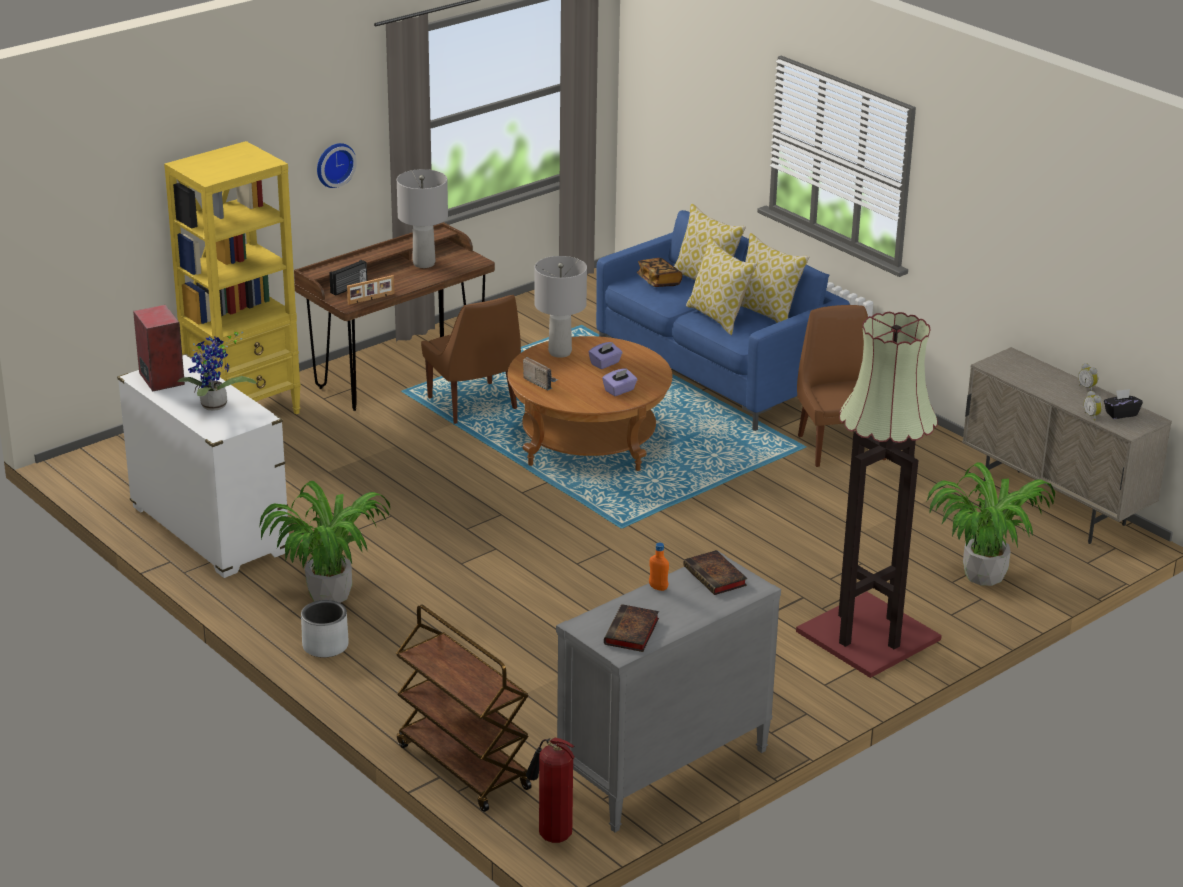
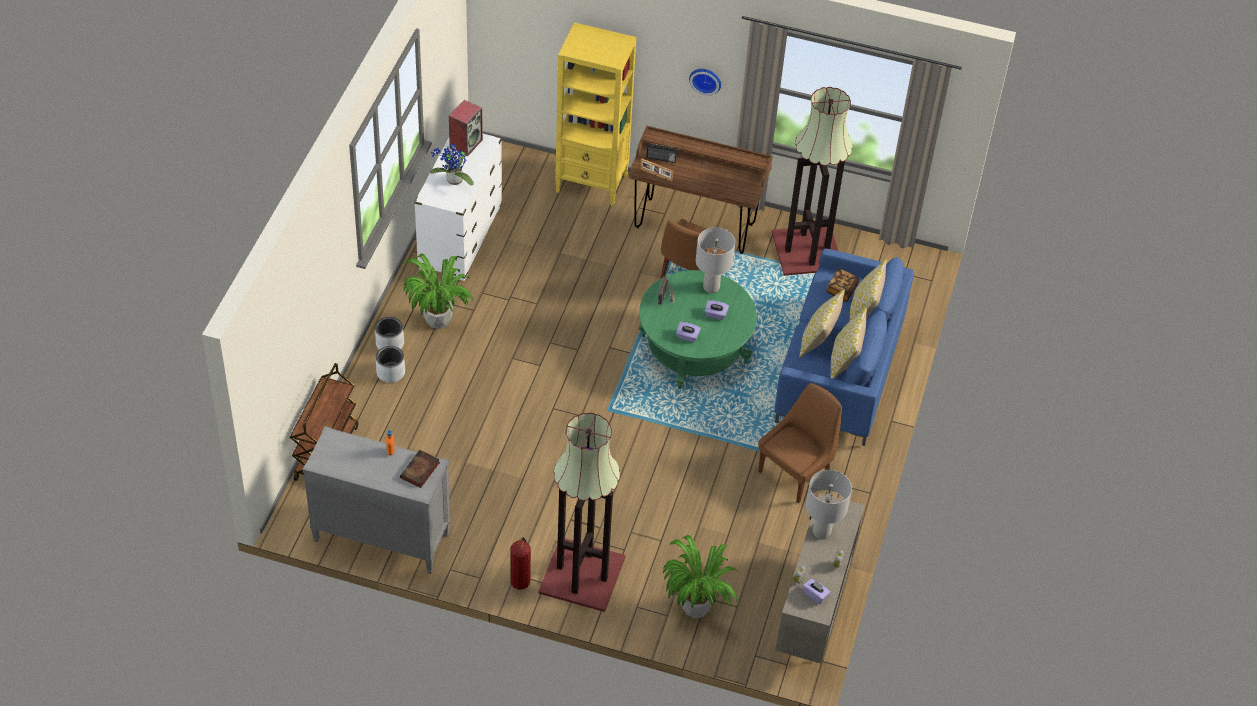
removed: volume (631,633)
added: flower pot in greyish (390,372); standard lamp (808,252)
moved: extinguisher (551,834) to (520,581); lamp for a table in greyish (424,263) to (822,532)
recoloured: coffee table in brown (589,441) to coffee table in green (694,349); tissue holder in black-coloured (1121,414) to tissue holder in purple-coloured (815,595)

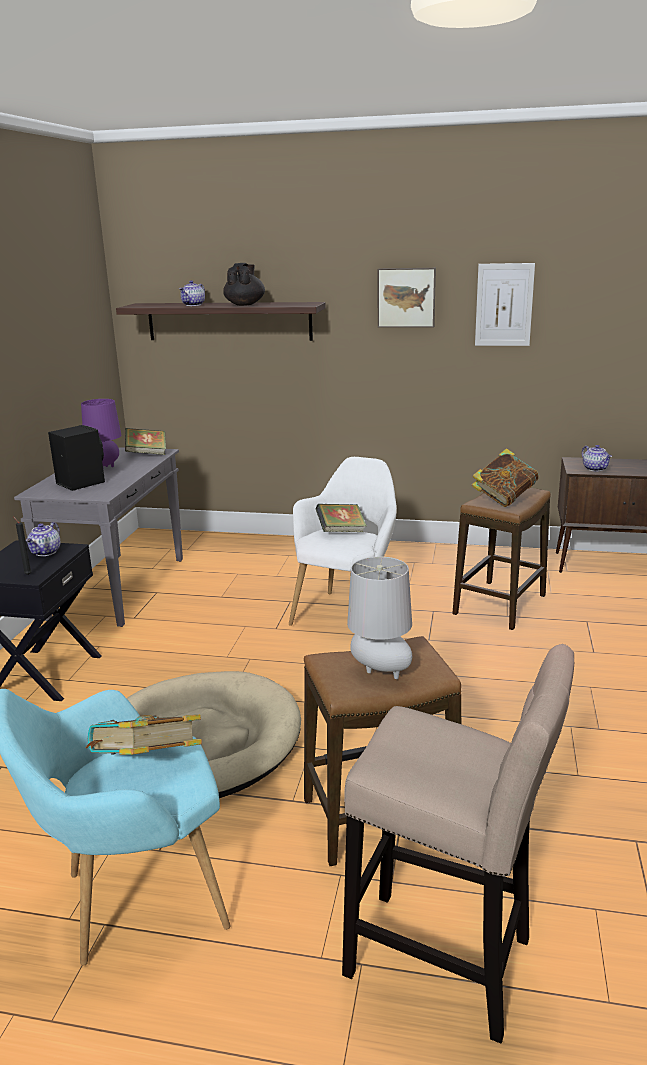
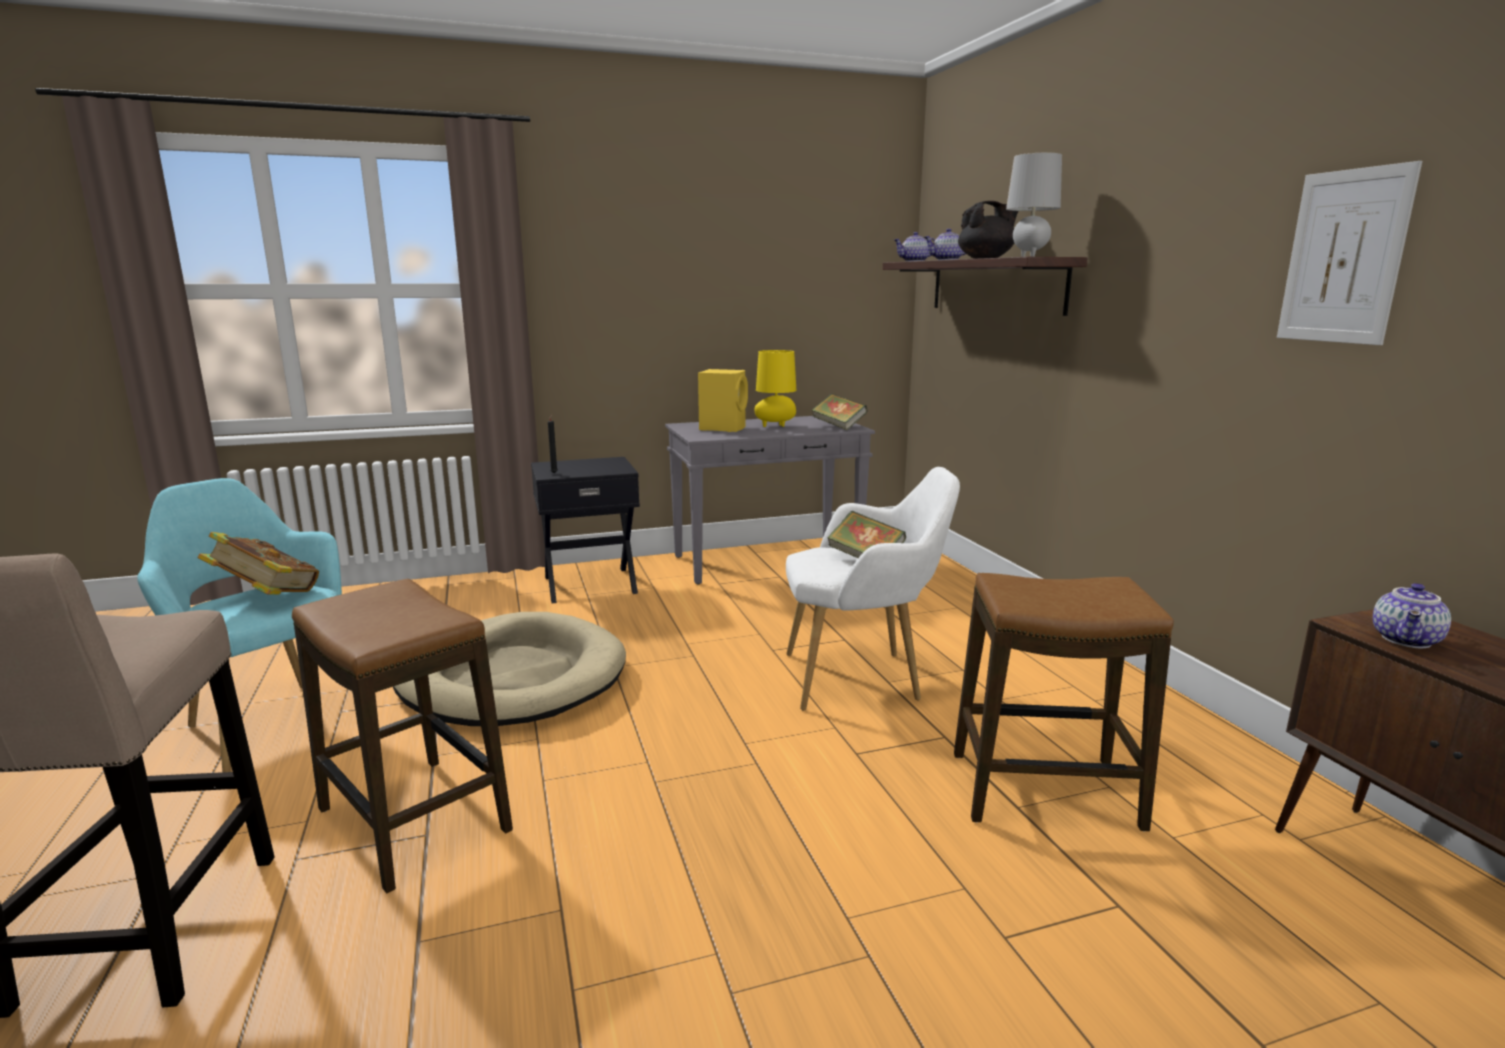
removed: wall art (406,297); volume (504,499)
moved: tea pot (46,552) to (914,261); lamp for a table in greyish (379,673) to (1028,257)
recoloured: loudspeaker in black-coloured (80,483) to loudspeaker in yellowish (723,428); lamp for a table in purple-coloured (106,468) to lamp for a table in yellowish (775,426)

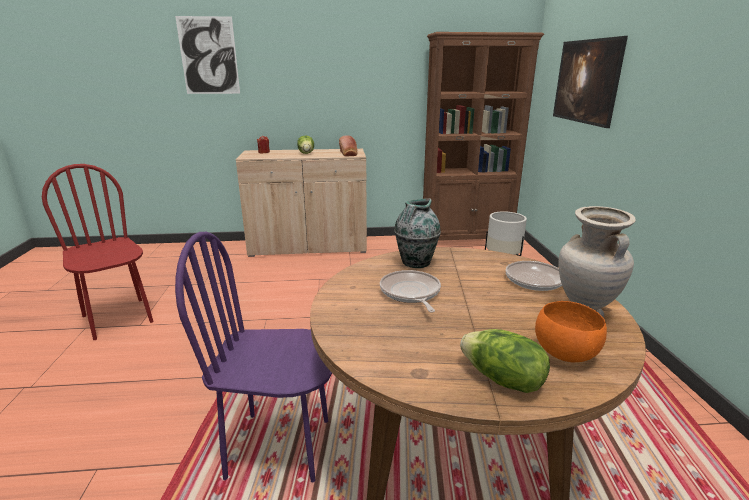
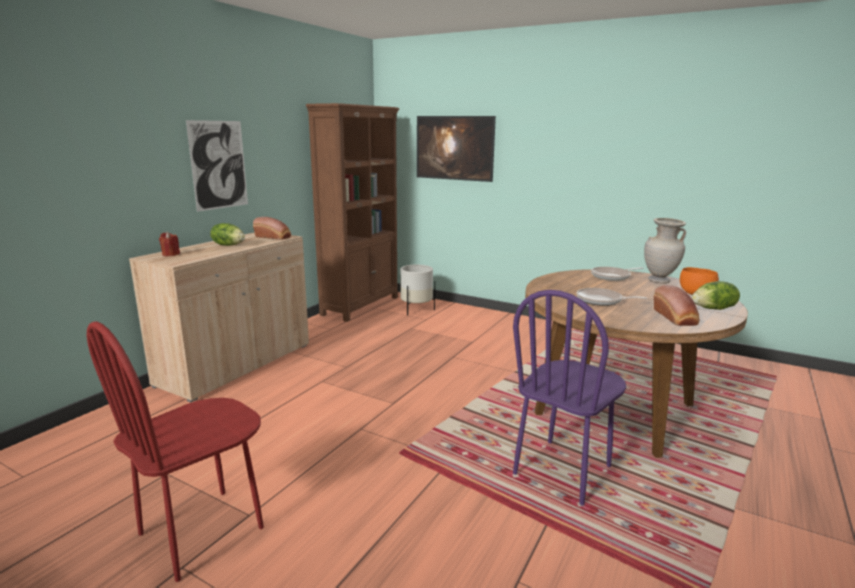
removed: flower vase (415,263)
added: bakery bread (675,318)
moved: wall art (208,56) to (219,165)
turned: upright chair in reddish (118,318) = (202,531) 45 degrees counterclockwise

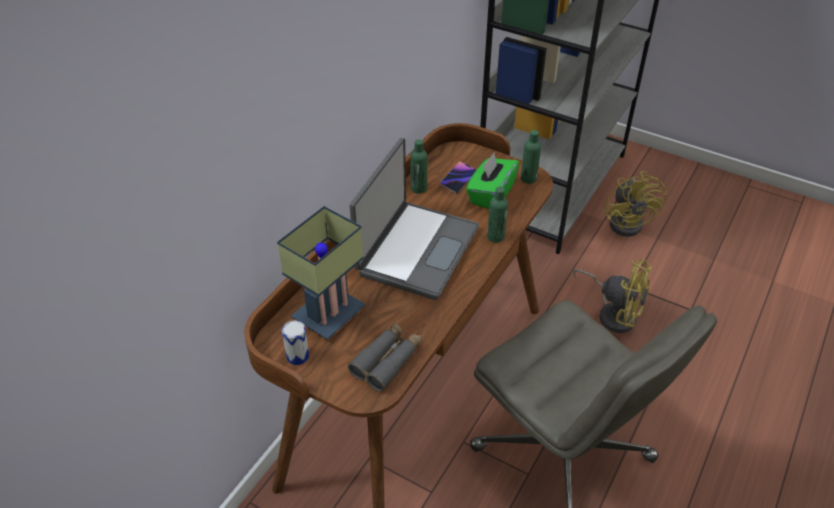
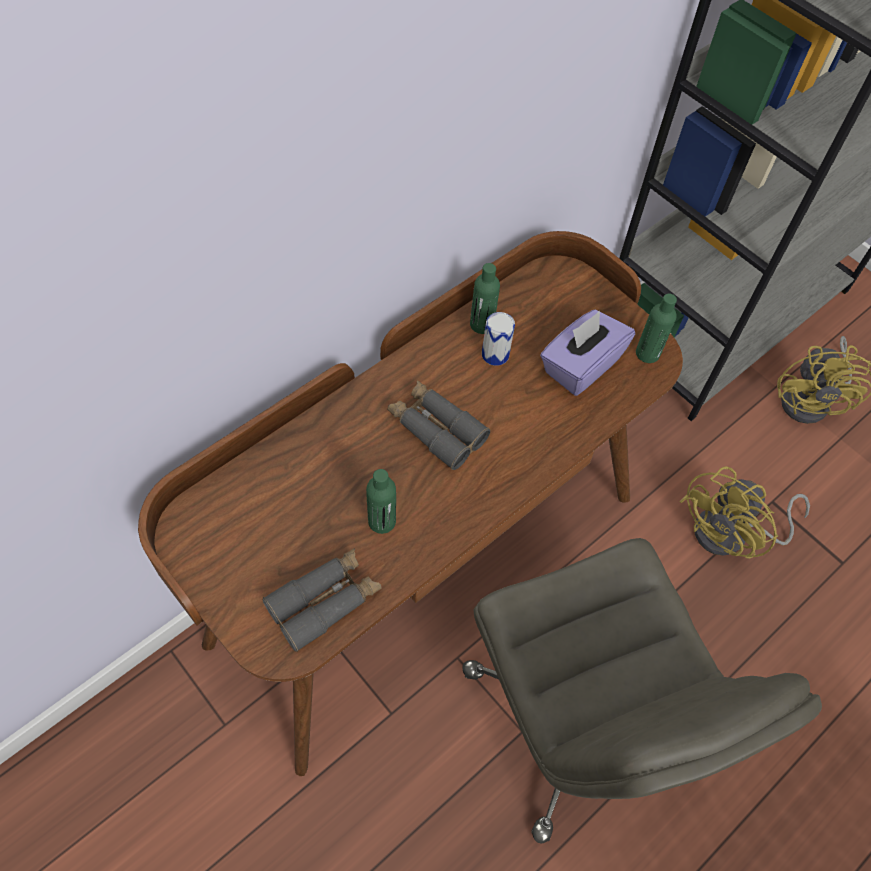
removed: lamp for a table (329,318); handset (458,179)
moved: beverage bottle in green (495,236) to (382,521); metal can (298,356) to (495,354)
replaced: notebook computer (416,250) to pair of binoculars in greyish (436,429)
recoloured: tissue holder in green (491,195) to tissue holder in purple-coloured (580,366)
turned: electric fan in yellowish (613,313) = (730,535) 90 degrees clockwise

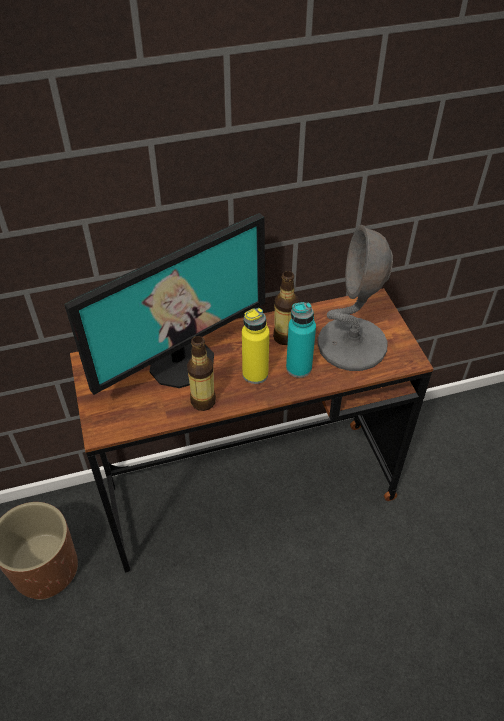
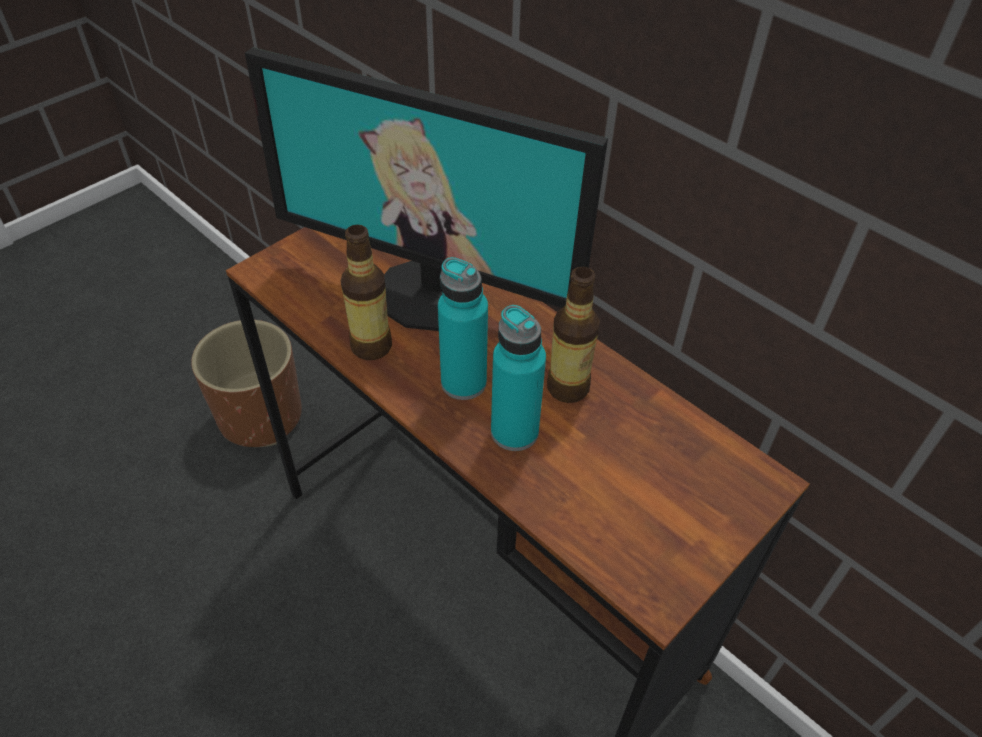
removed: lamp for a table in greyish (352,345)
recoloured: beverage bottle in yellowish (255,374) to beverage bottle in turquoise-coloured (463,382)

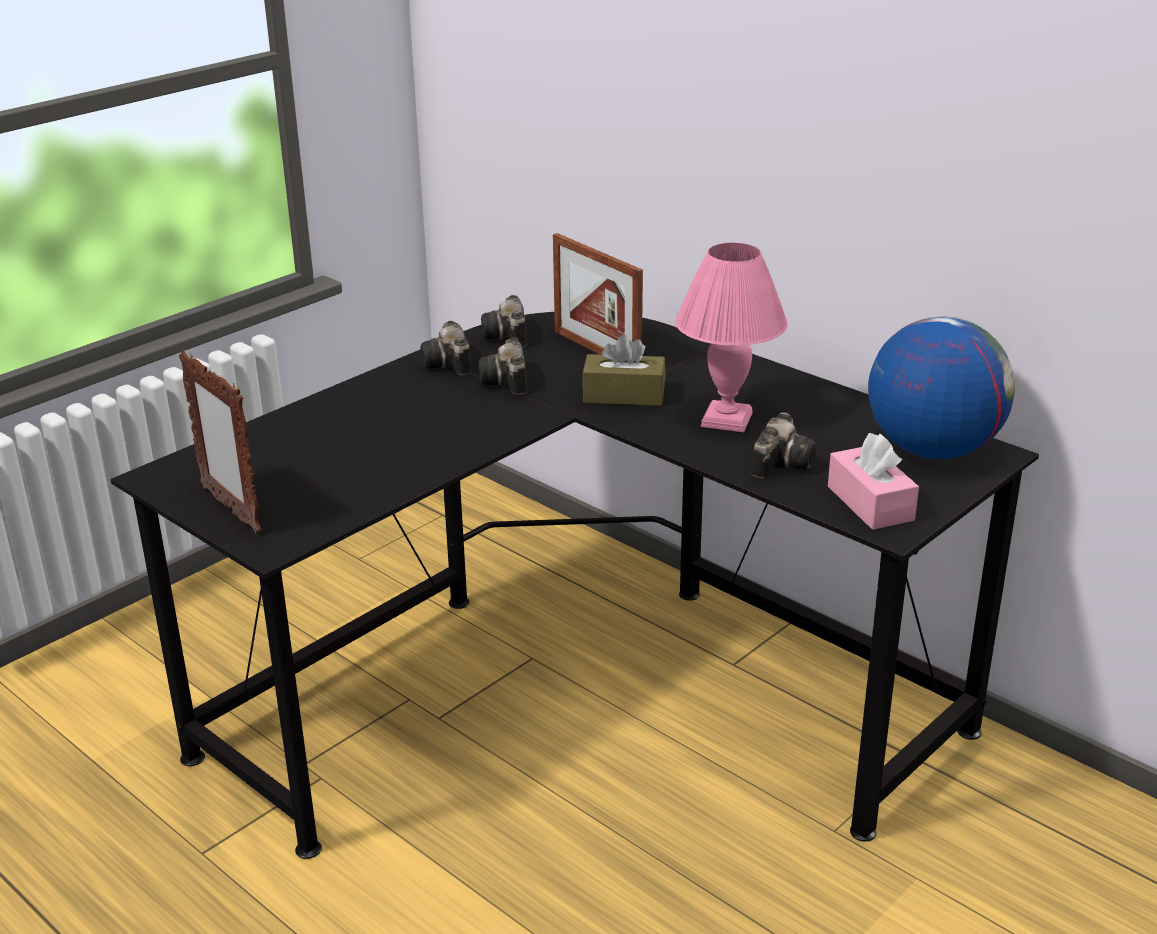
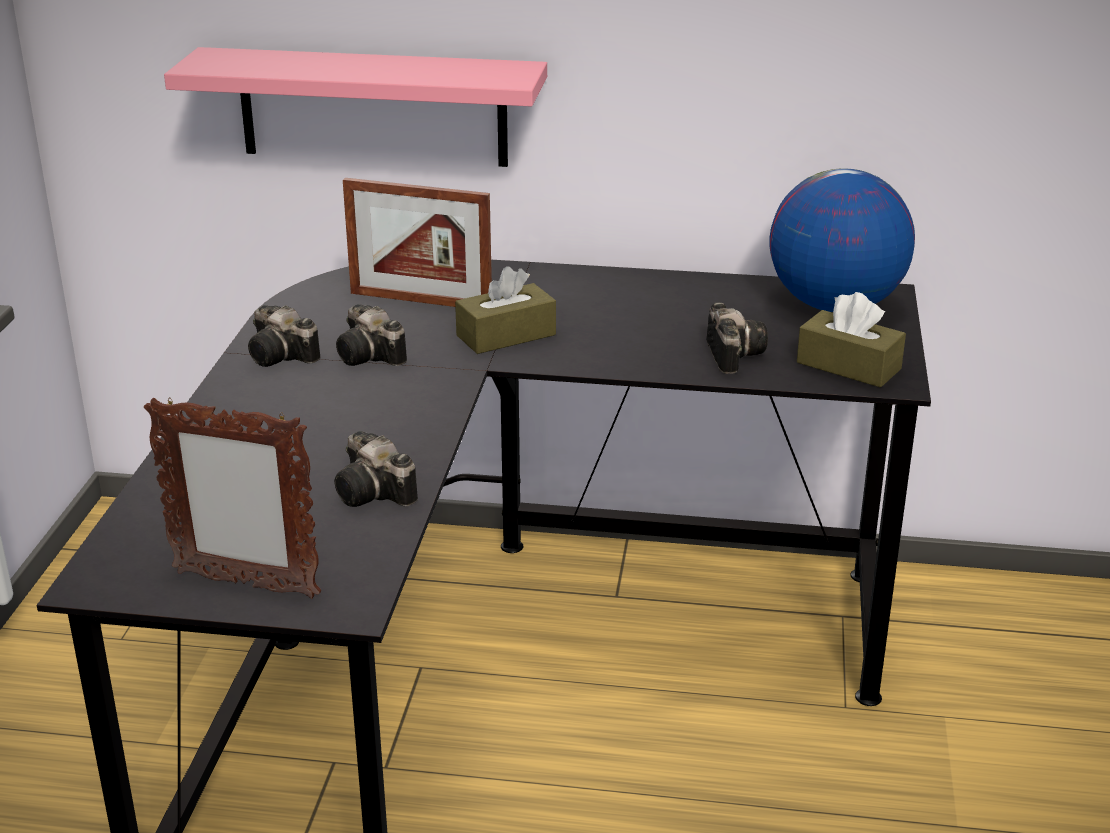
removed: lamp for a table in pinkish (726,419)
added: shelf in pinkish (373,107)
moved: photo camera (508,337) to (376,494)
recoloured: tissue holder in pinkish (870,503) to tissue holder in brown (848,366)

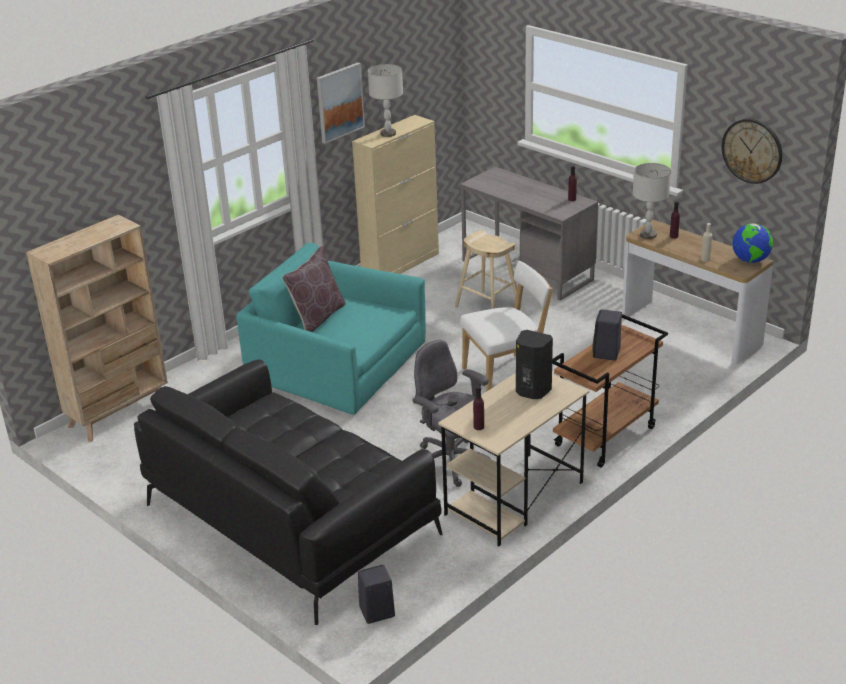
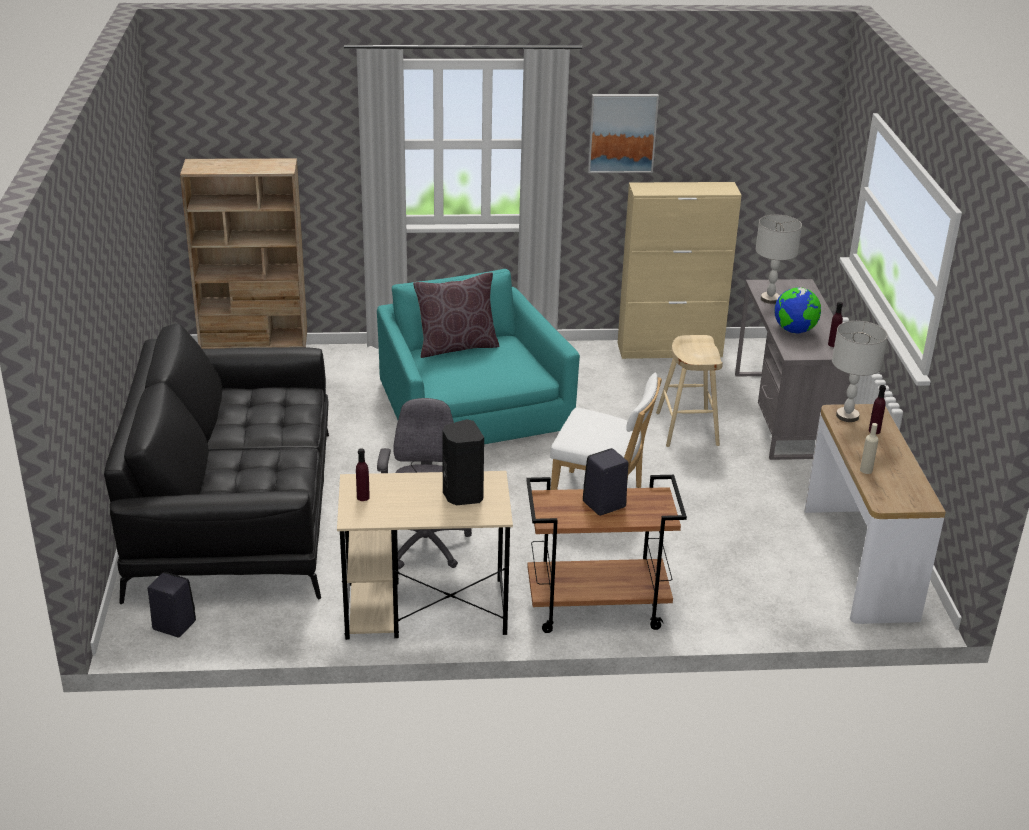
removed: clock on the wall (752,150)
moved: lamp for a table in greyish (388,134) to (769,299); desk globe (750,260) to (794,331)

